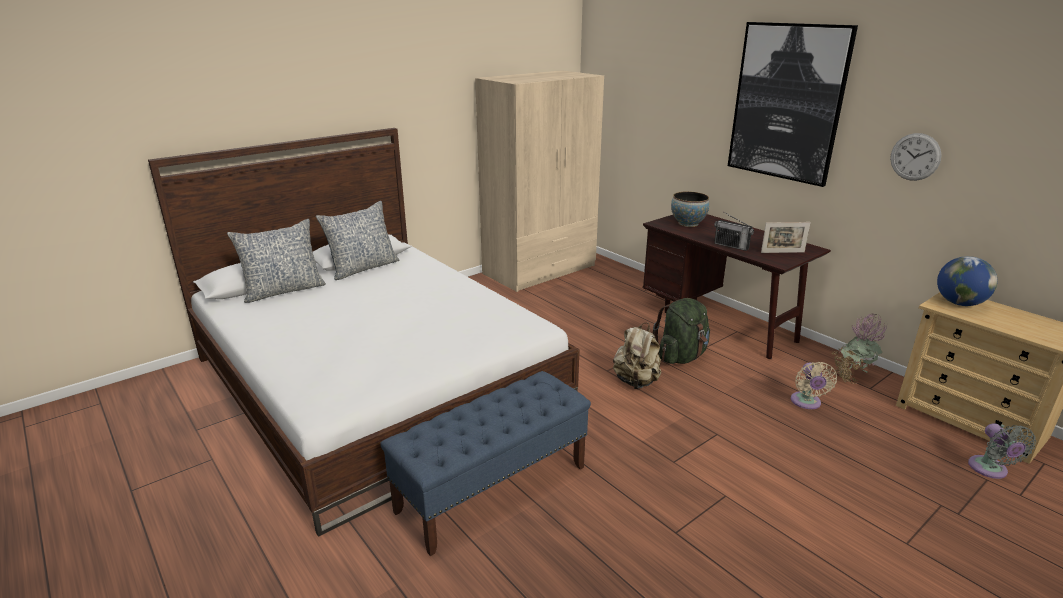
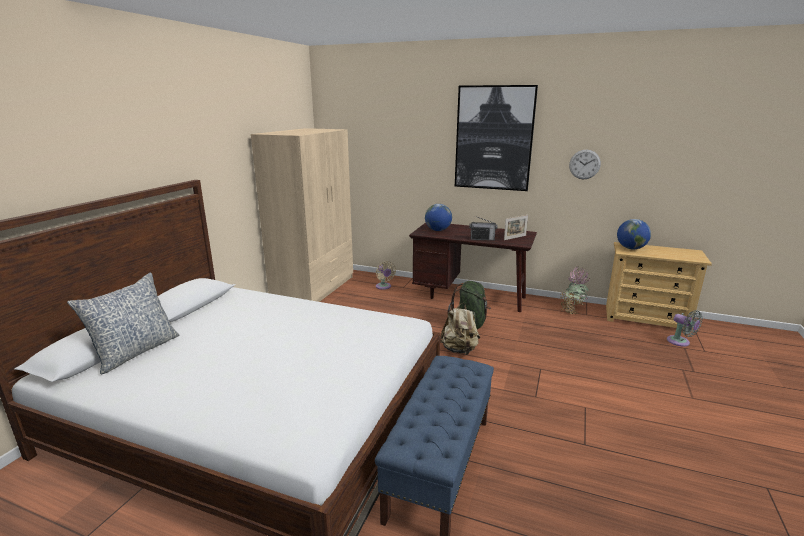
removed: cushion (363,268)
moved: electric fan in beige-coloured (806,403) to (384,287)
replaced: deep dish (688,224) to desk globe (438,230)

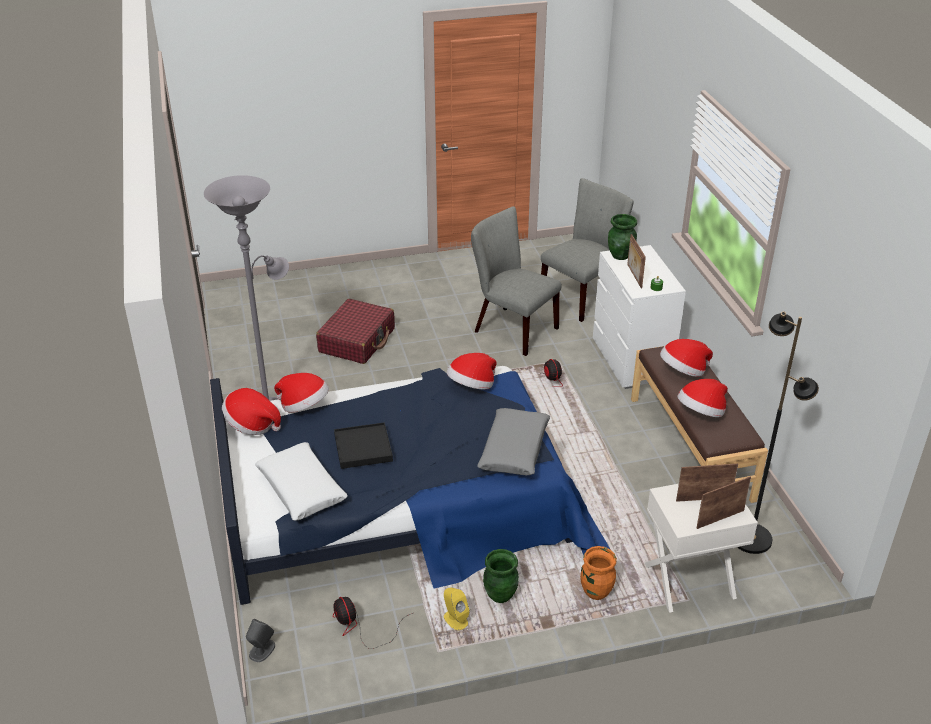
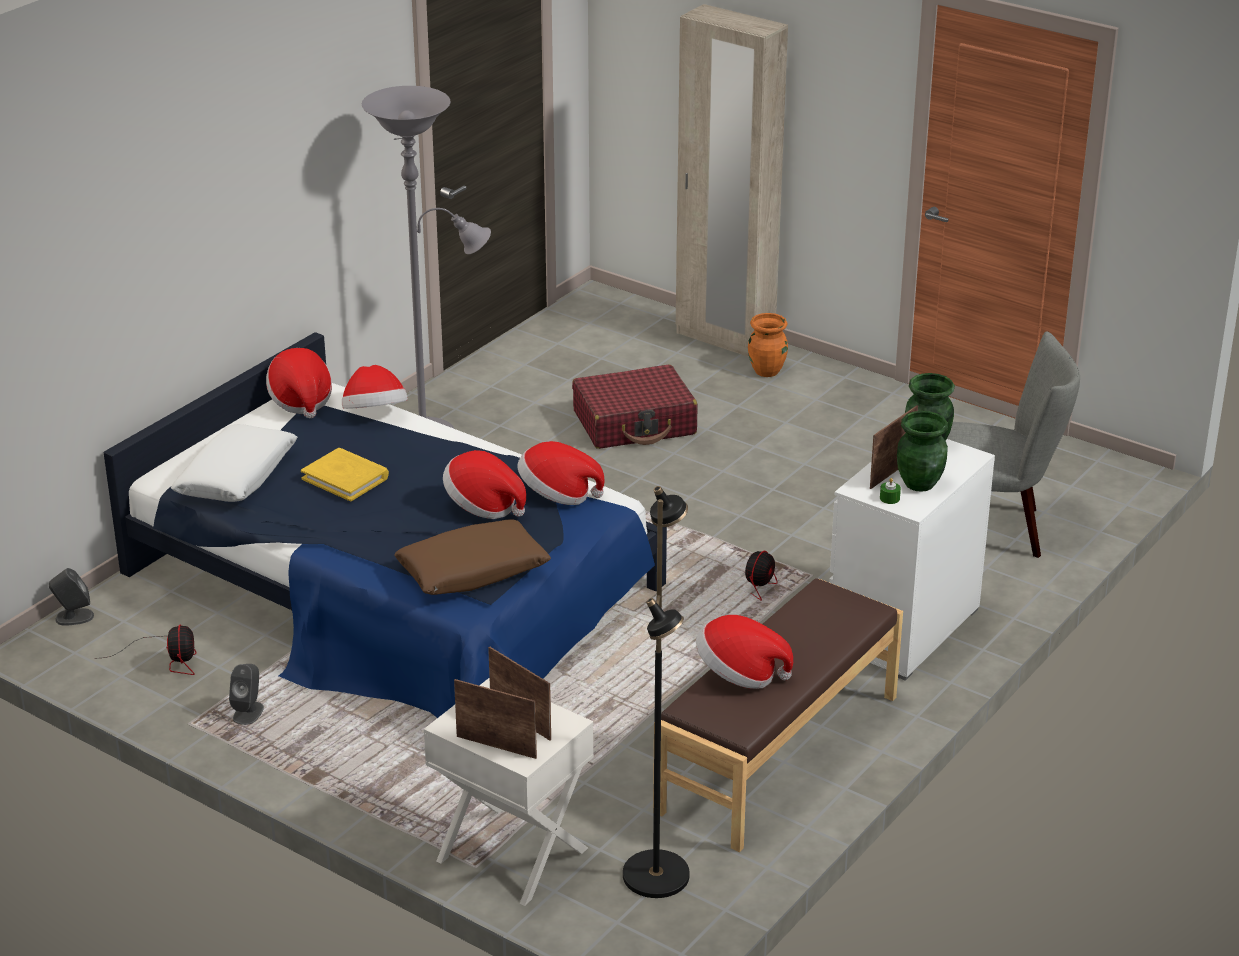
removed: upright chair in greyish (511,328)
added: wardrobe in beige-coloured (724,339)
moved: wearable hat (683,372) to (483,506); flower vase in orange (596,592) to (767,371); flower vase in green (500,595) to (920,483)
replaced: tray in black-coloured (363,448) to volume in yellowish (345,478)
recoloured: loudspeaker in yellowish (455,620) to loudspeaker in greyish (248,713); cushion in greyish (514,449) to cushion in brown (473,571)
turned: electric fan (360,627) = (169,659) 150 degrees clockwise

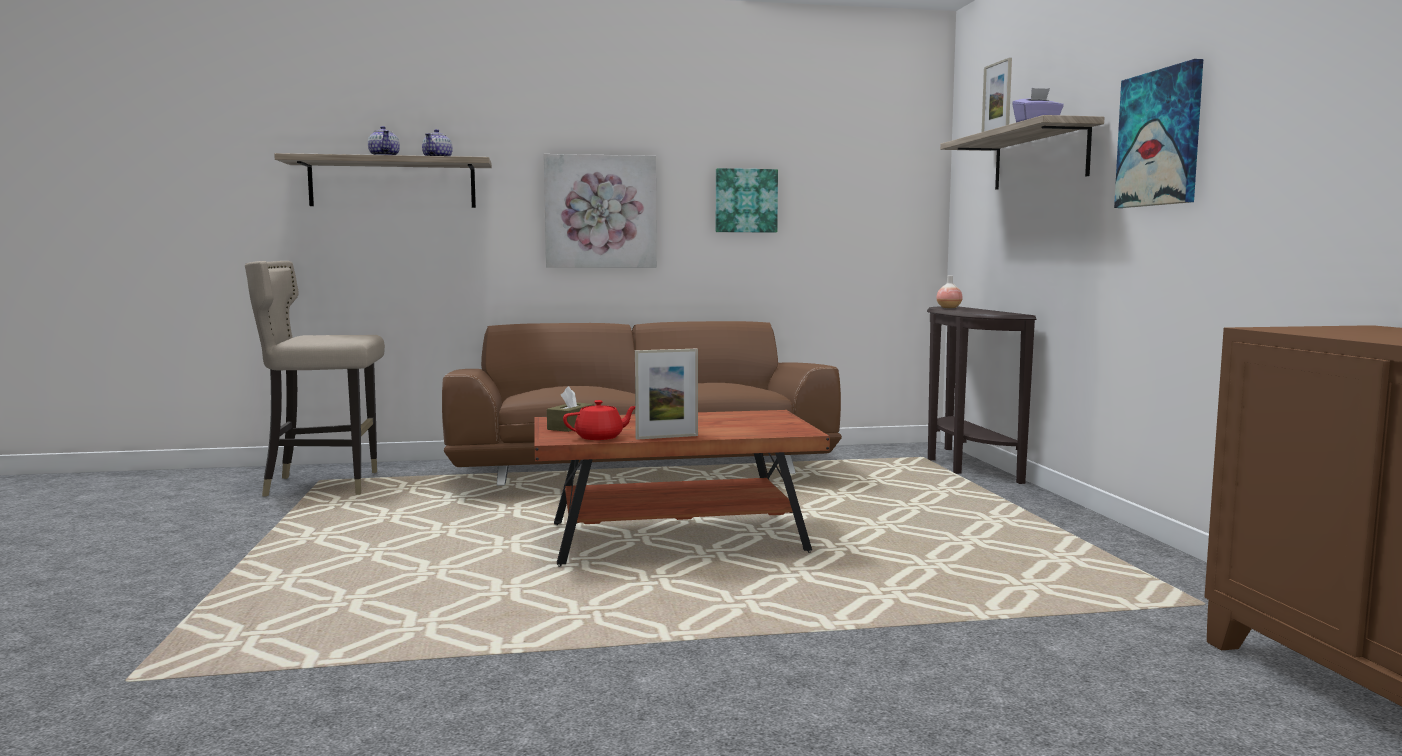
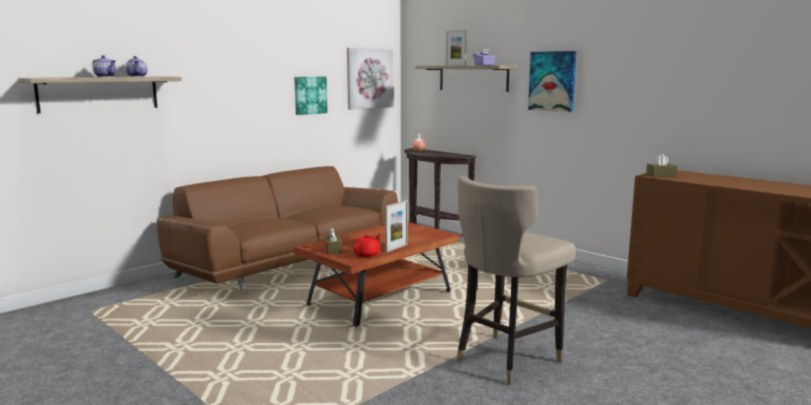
added: tissue holder in brown (661,175)
moved: wall art (600,211) to (369,78); stool seat in beige-coloured (325,484) to (506,359)

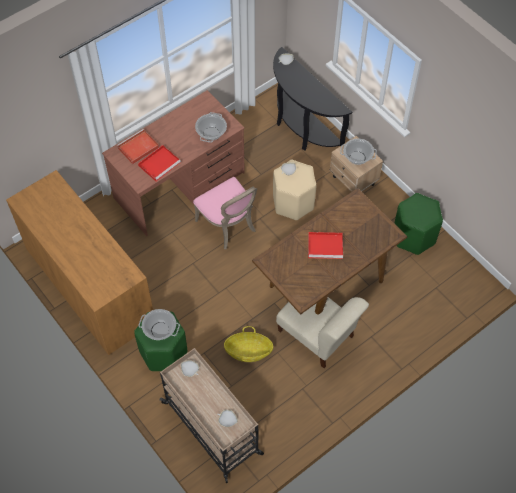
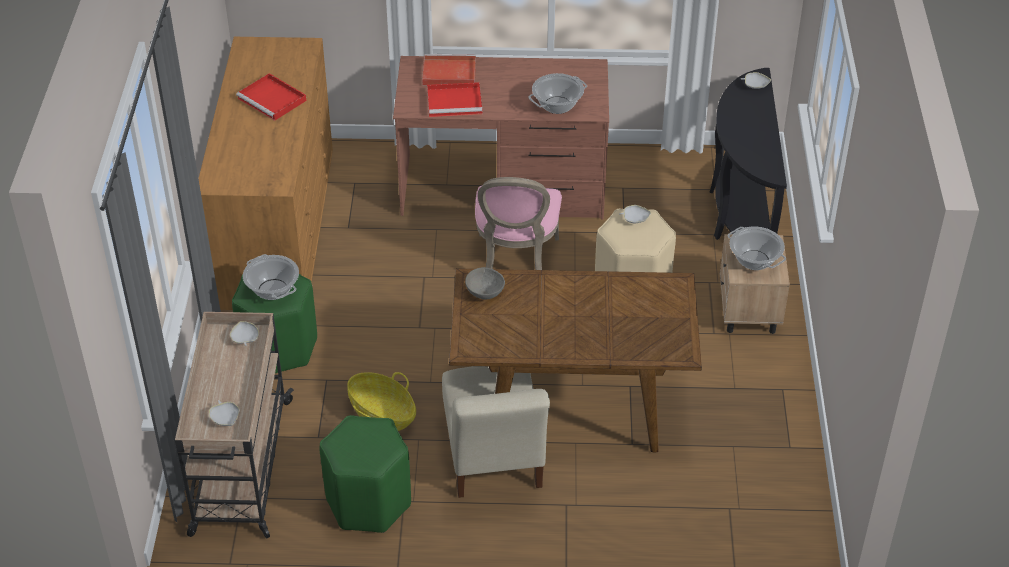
added: deep dish in greyish (484,292)
moved: tray in reddish (326,246) to (273,100); stool seat in green (413,236) to (368,502)

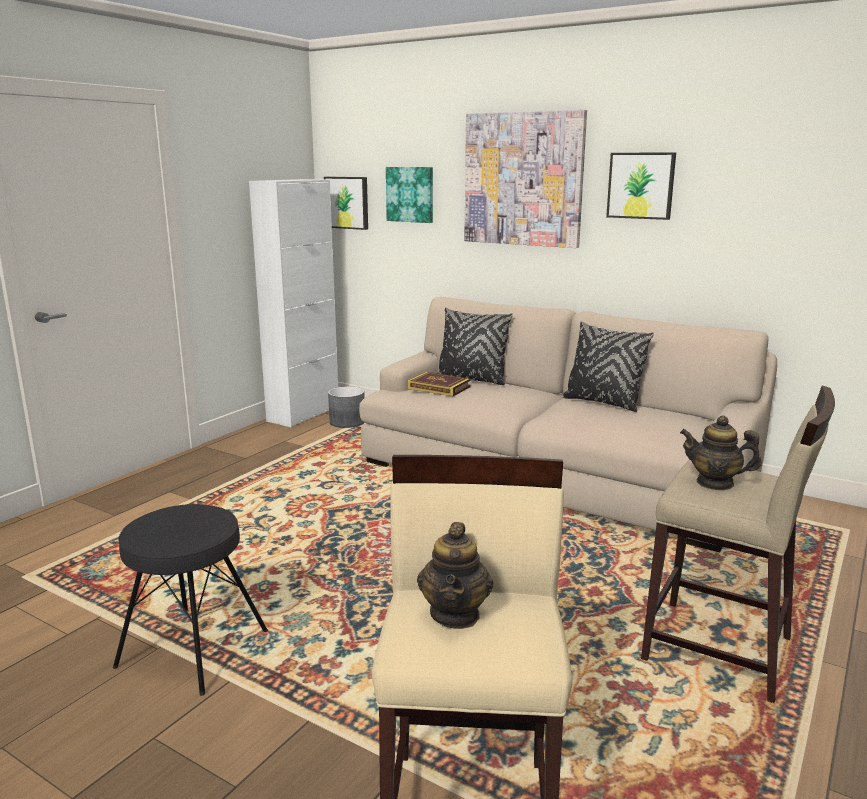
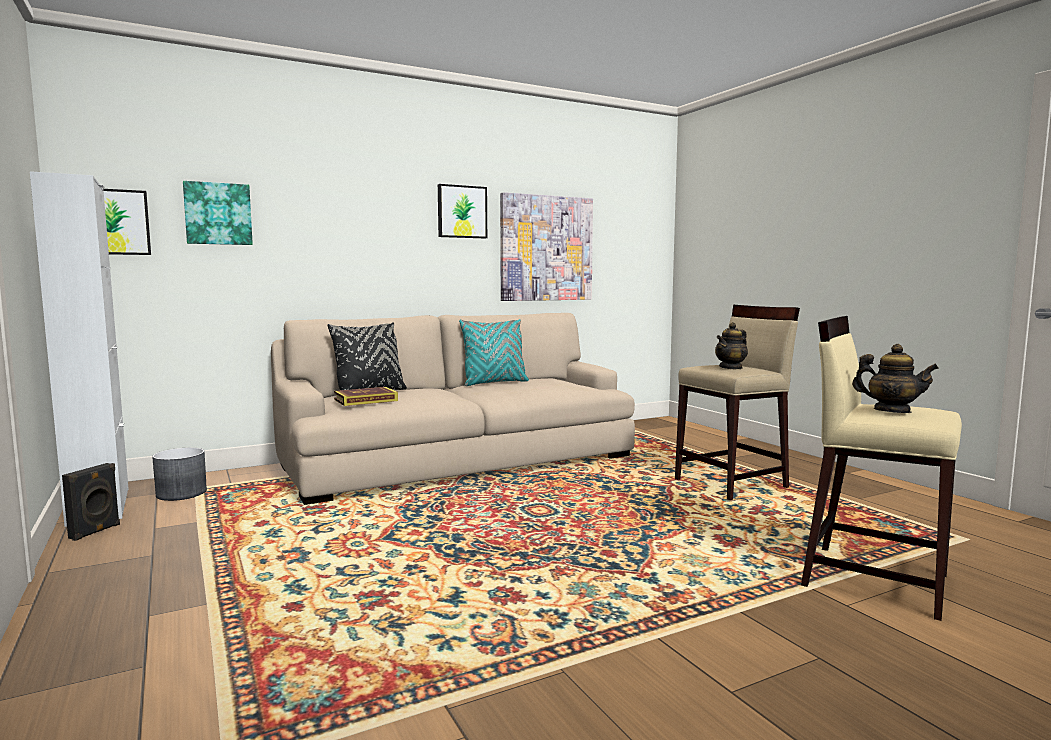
removed: stool seat in black-coloured (193,648)
added: loudspeaker in black-coloured (95,531)
moved: wall art (523,179) to (546,248)
recoloured: cushion in black-coloured (603,403) to cushion in turquoise-coloured (494,383)

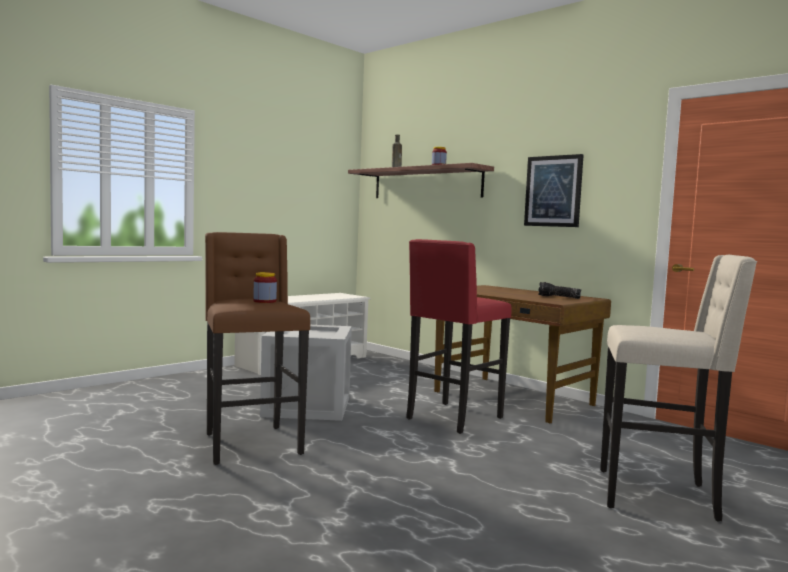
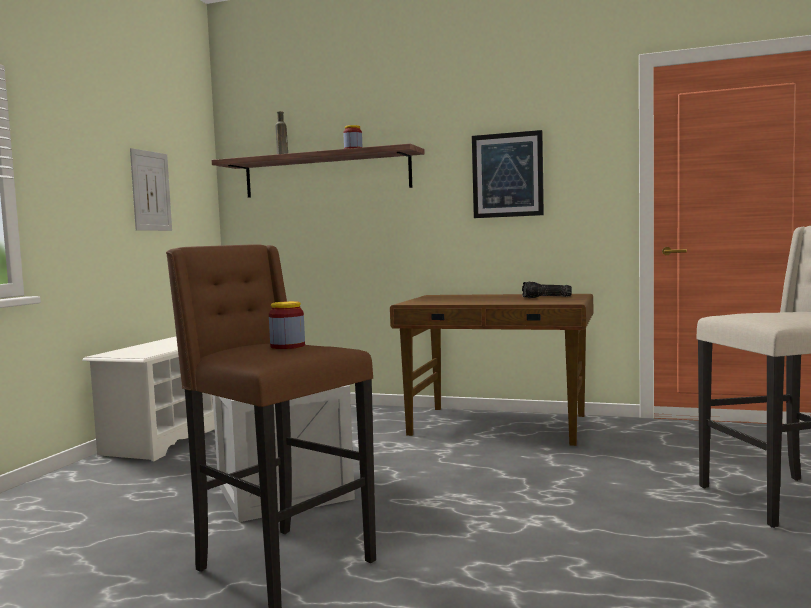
removed: stool seat in reddish (452,418)
added: wall art (151,191)

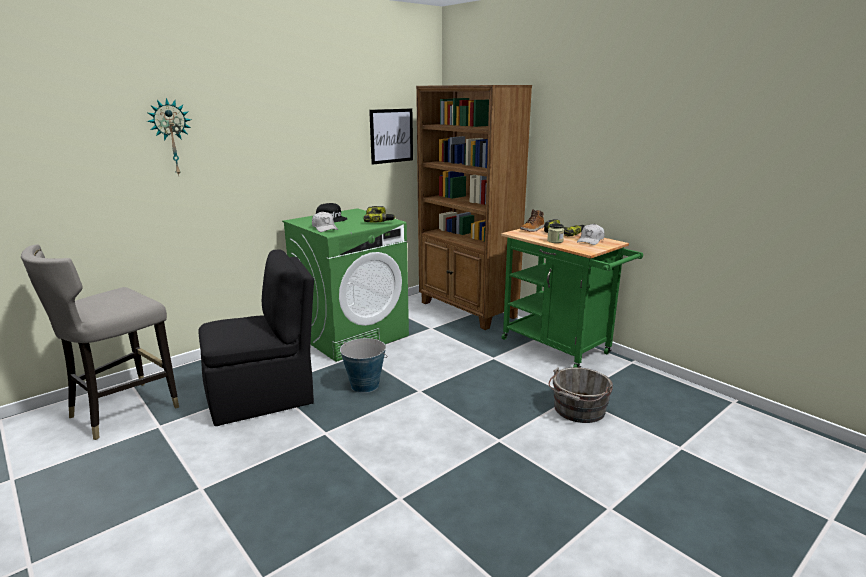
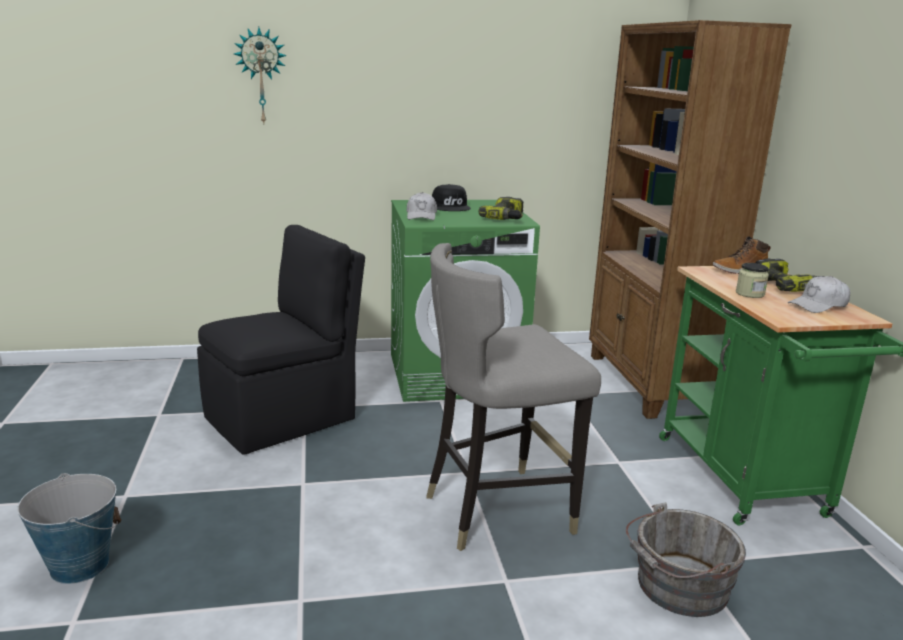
removed: wall art (391,136)
moved: pail (364,385) to (80,565); stool seat in greyish (123,410) to (496,510)
turned: upright chair in black-coloured (264,397) = (284,417) 45 degrees counterclockwise

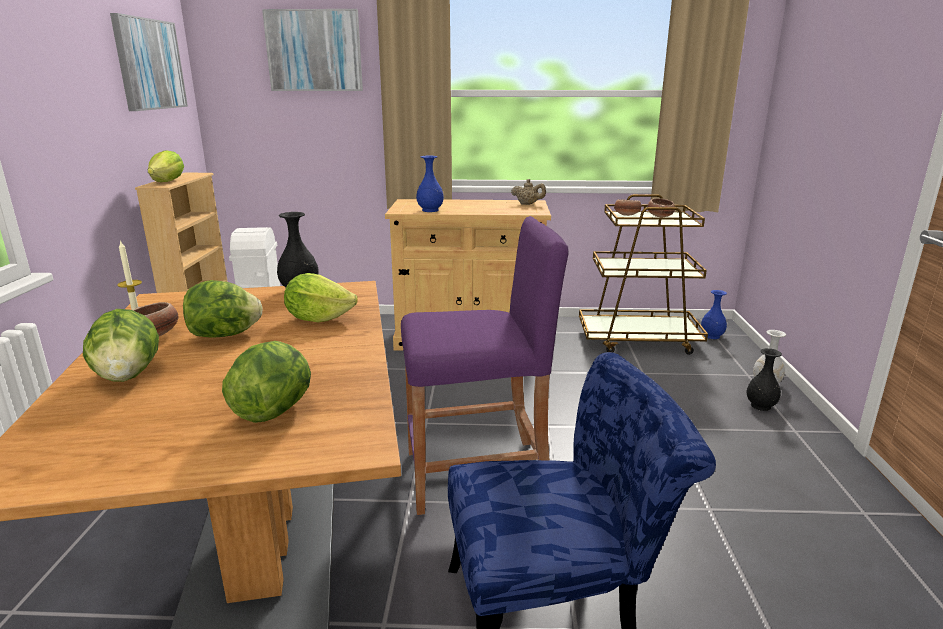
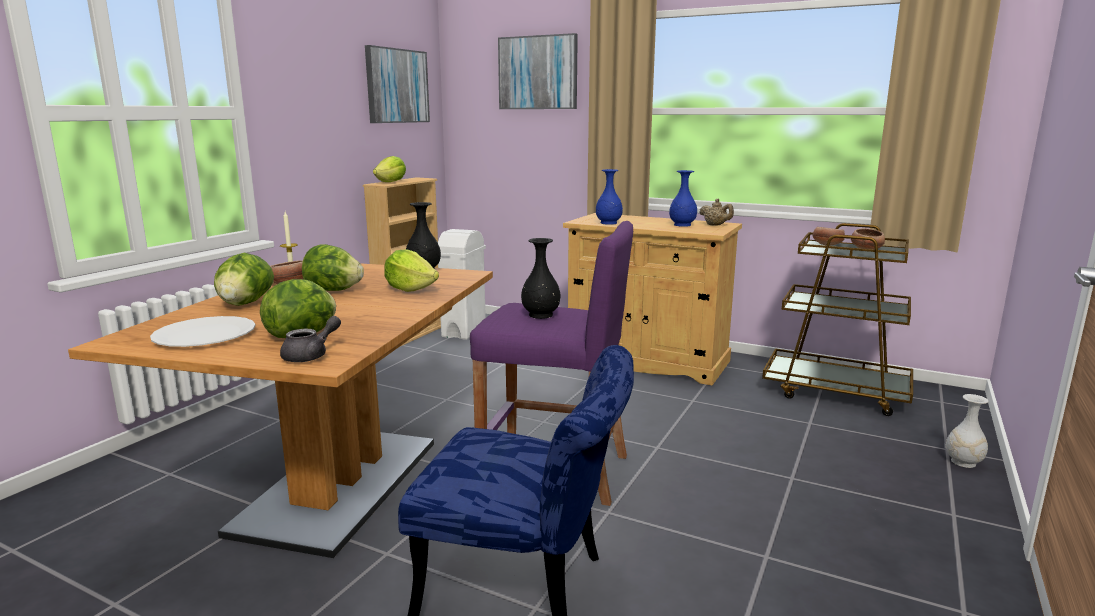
added: plate in white-coloured (204,334); tea pot in greyish (311,356)
moved: flower vase in black-coloured (760,406) to (540,315); flower vase in blue-coloured (711,336) to (682,225)

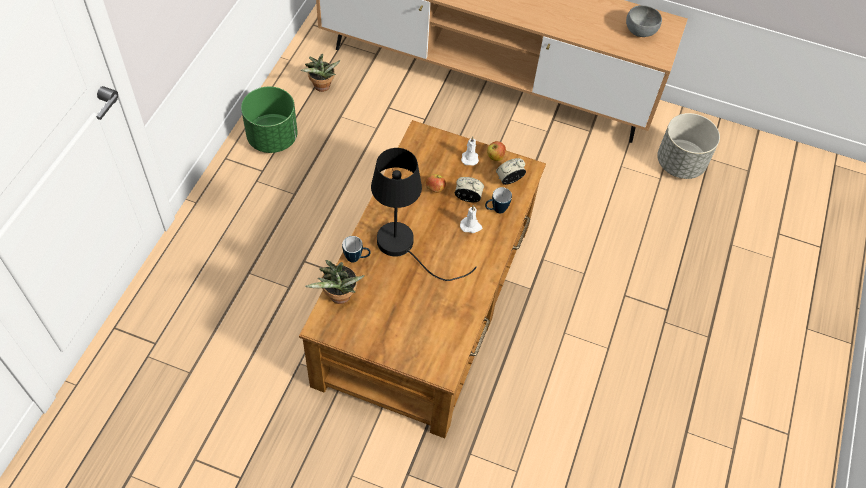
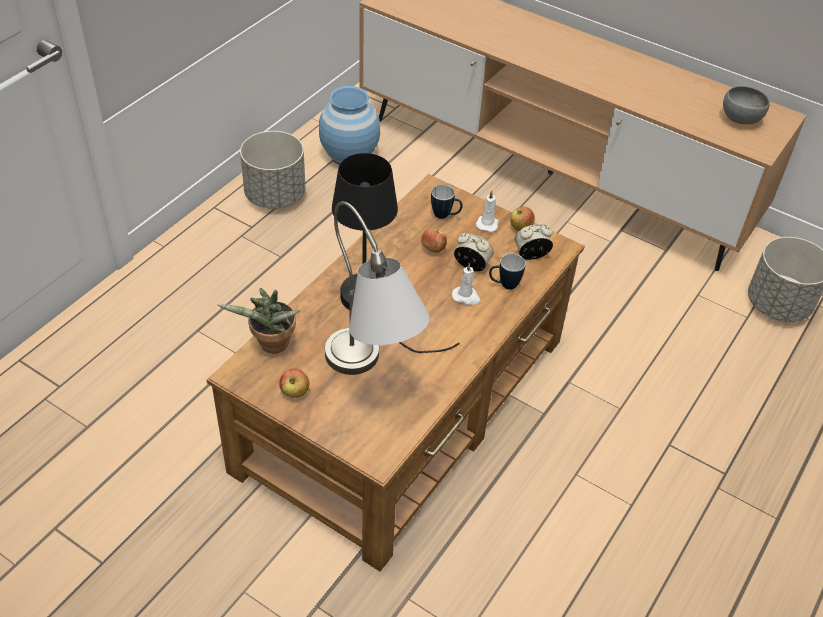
added: whole apple (295,392); lamp for a table in greyish (371,379)
moved: mug (357,258) to (445,216)
replaced: houseplant (321,88) to flower vase in blue-coloured (349,155)
recoloured: flower pot in green (272,137) to flower pot in greyish (275,195)

